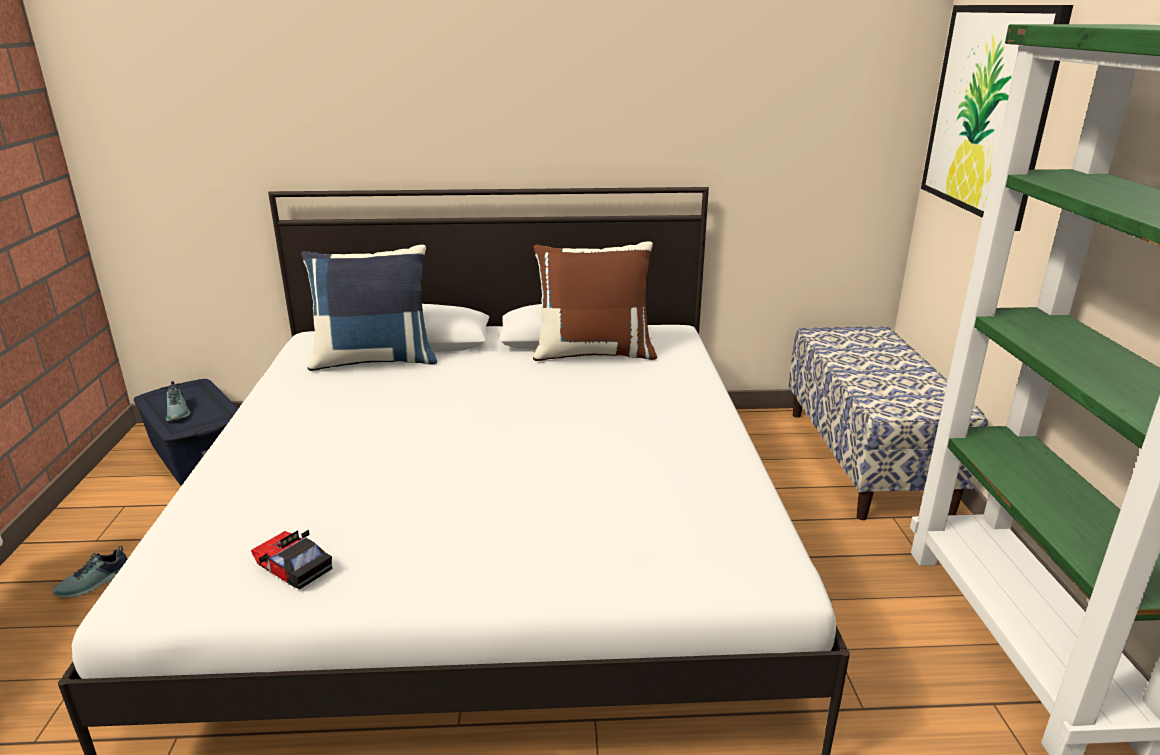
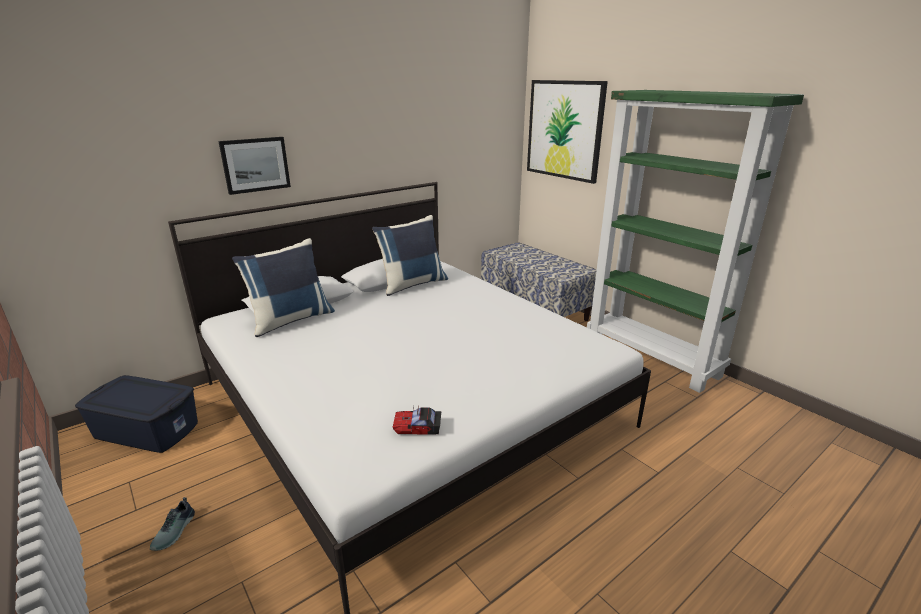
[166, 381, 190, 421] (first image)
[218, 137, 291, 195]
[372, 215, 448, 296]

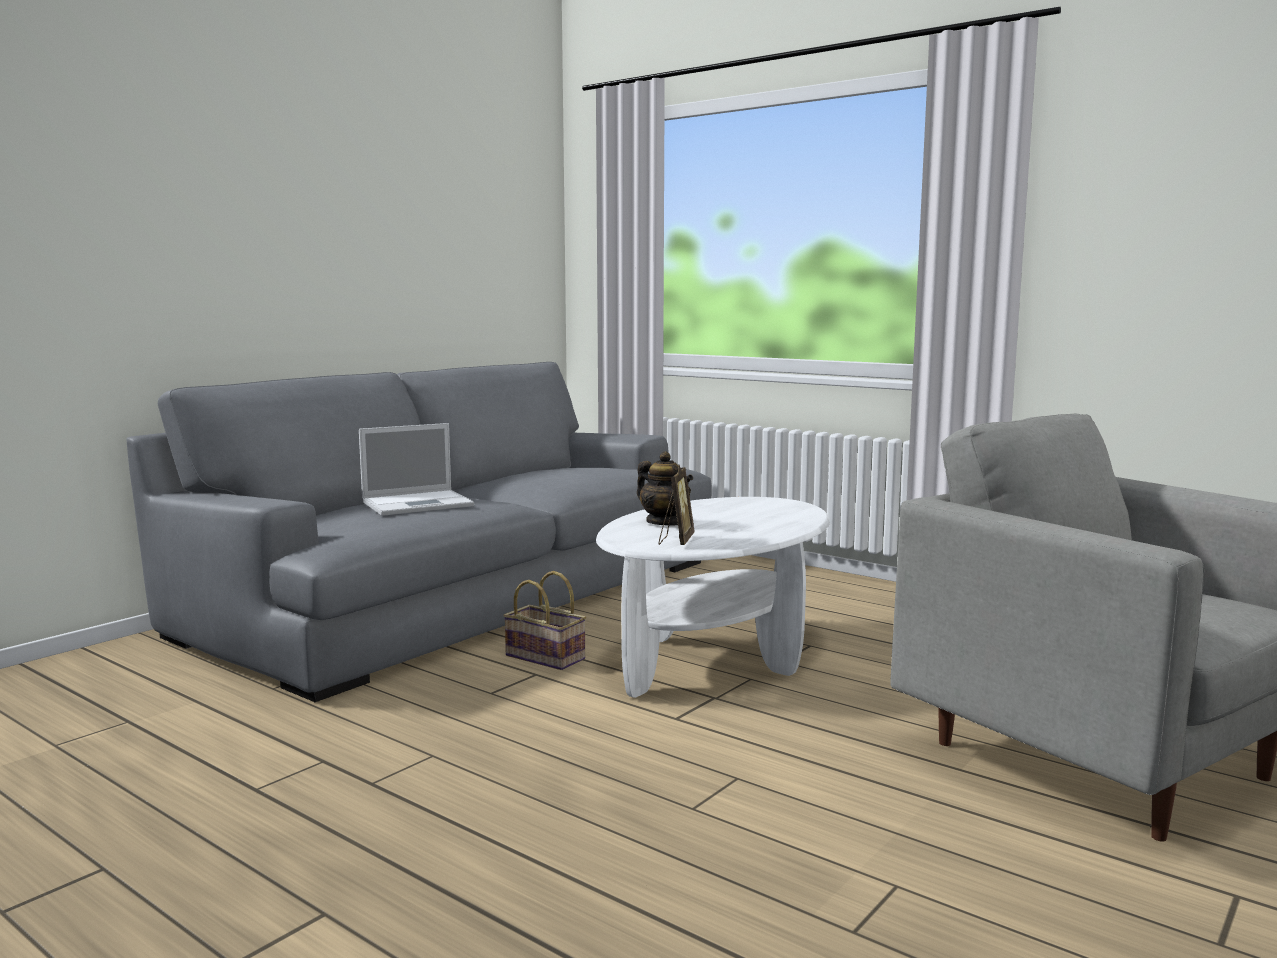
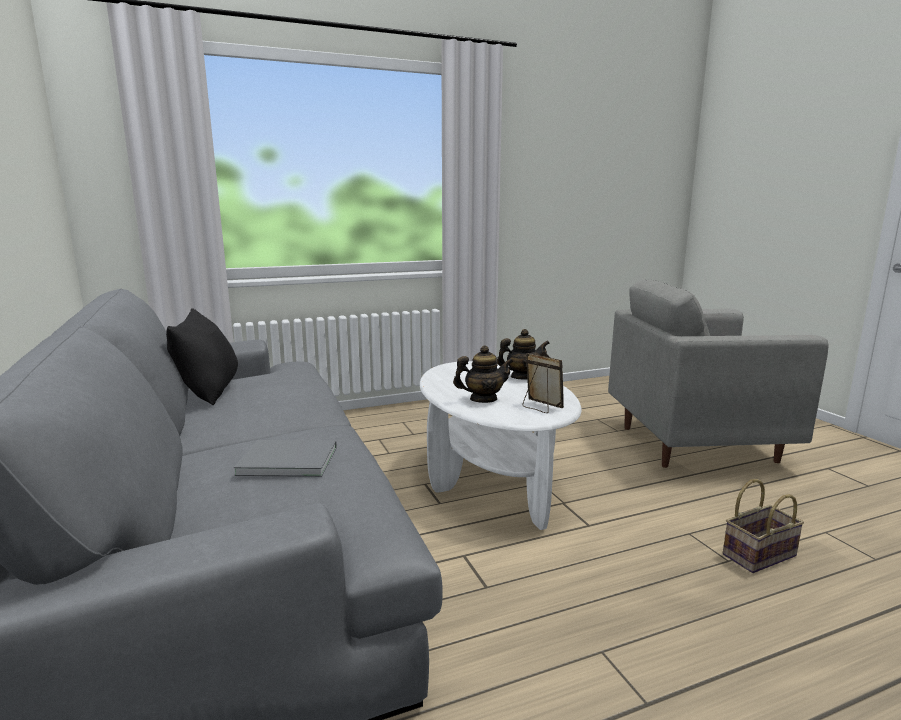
[166, 308, 238, 405]
[497, 329, 550, 380]
[723, 479, 804, 573]
[234, 440, 337, 477]

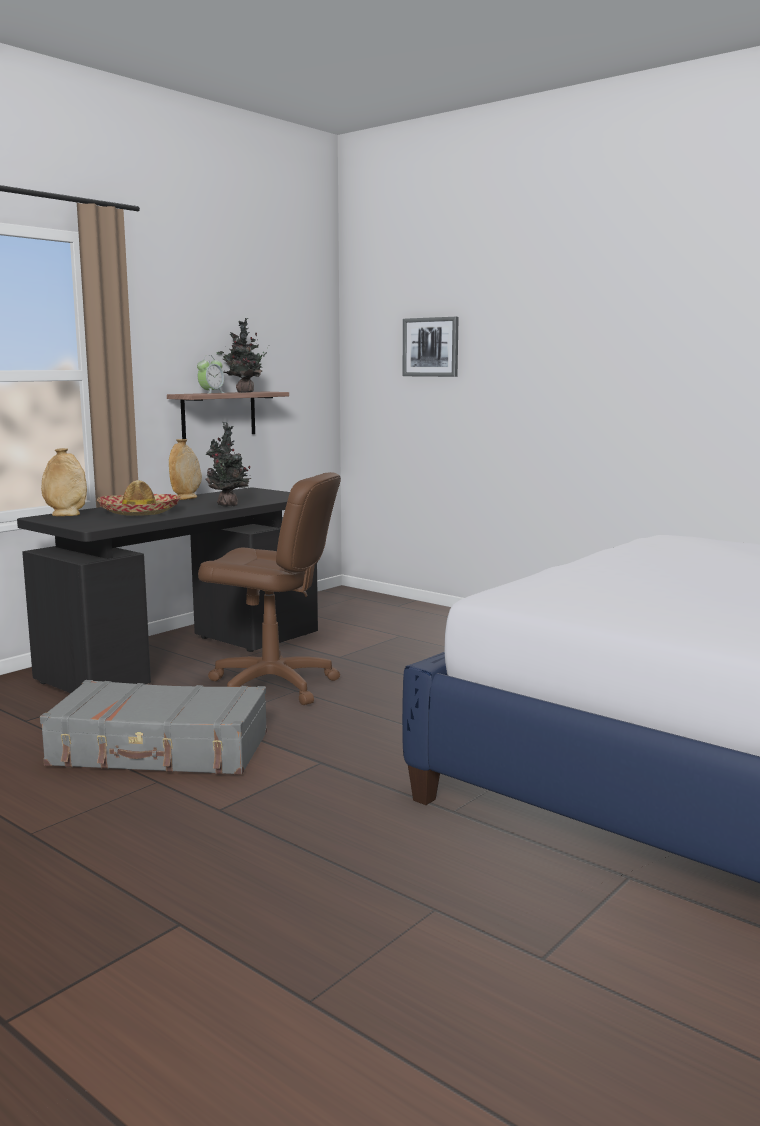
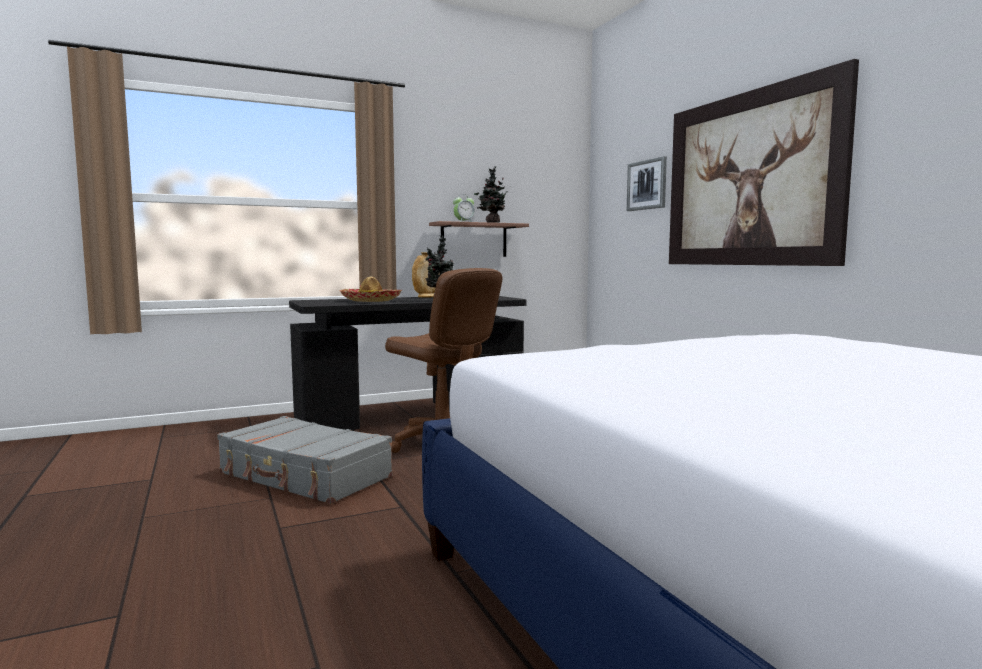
[41, 448, 87, 516] (first image)
[669, 59, 859, 266]

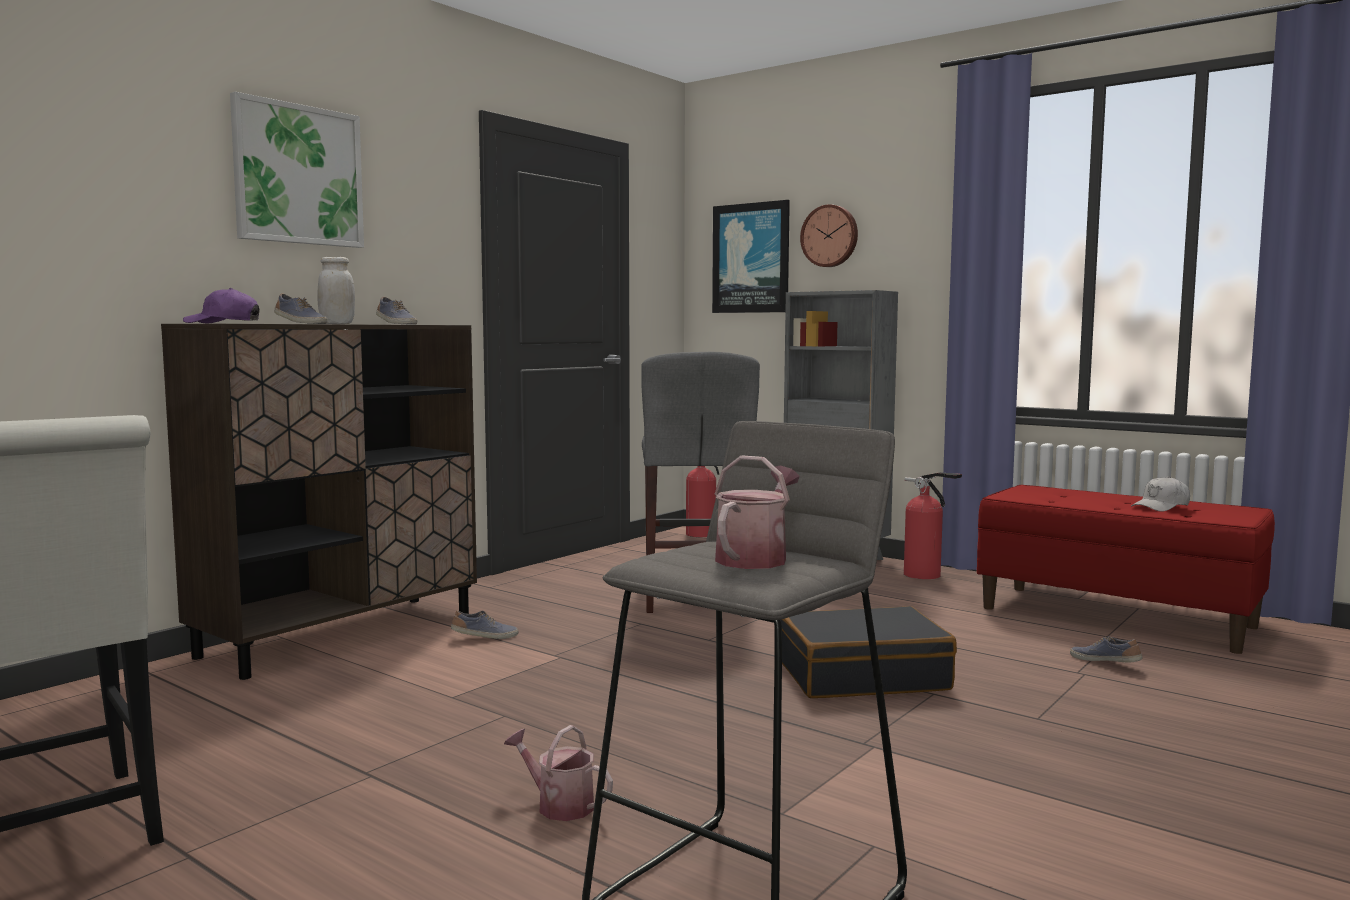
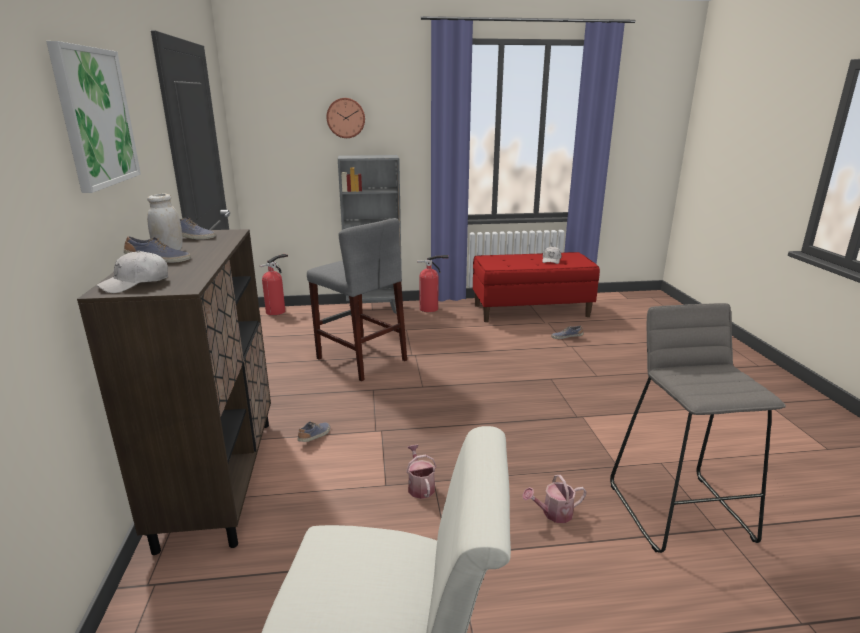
[712, 200, 790, 313] (first image)
[781, 606, 957, 698] (first image)
[406, 445, 436, 499]
[96, 250, 168, 293]

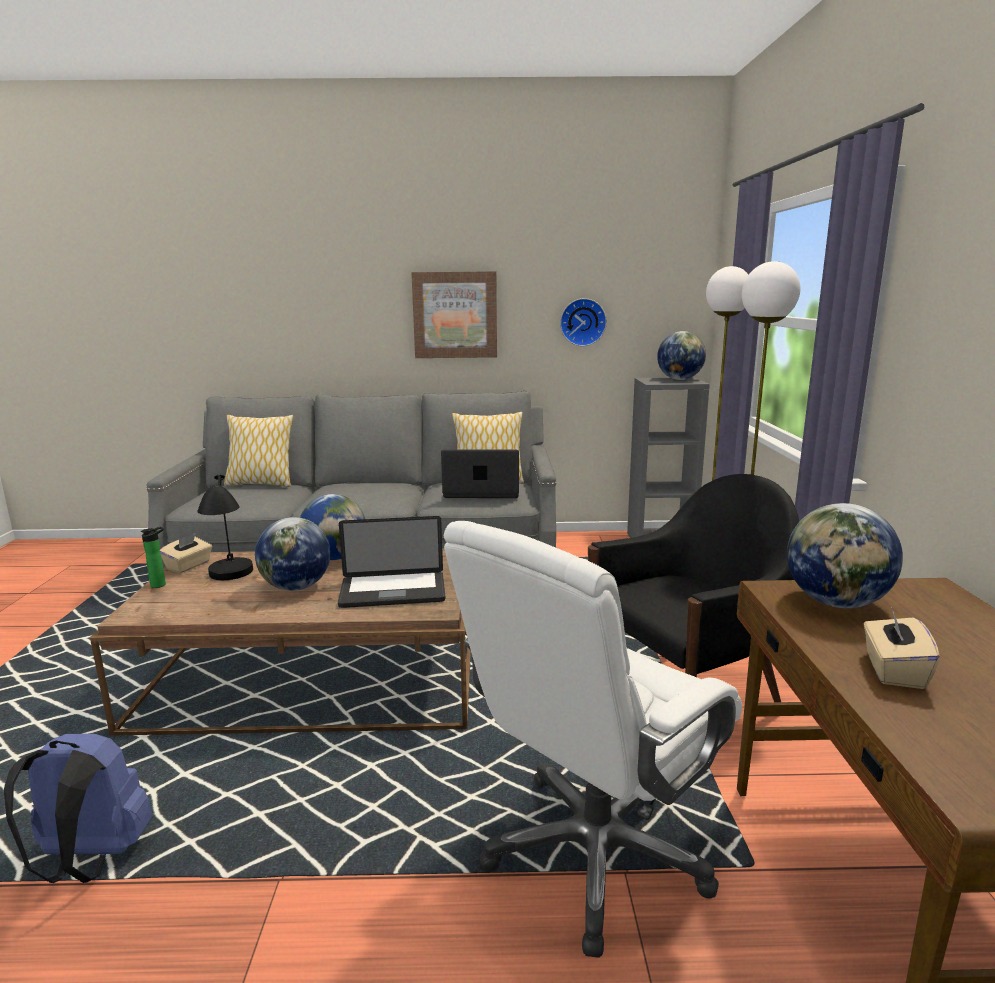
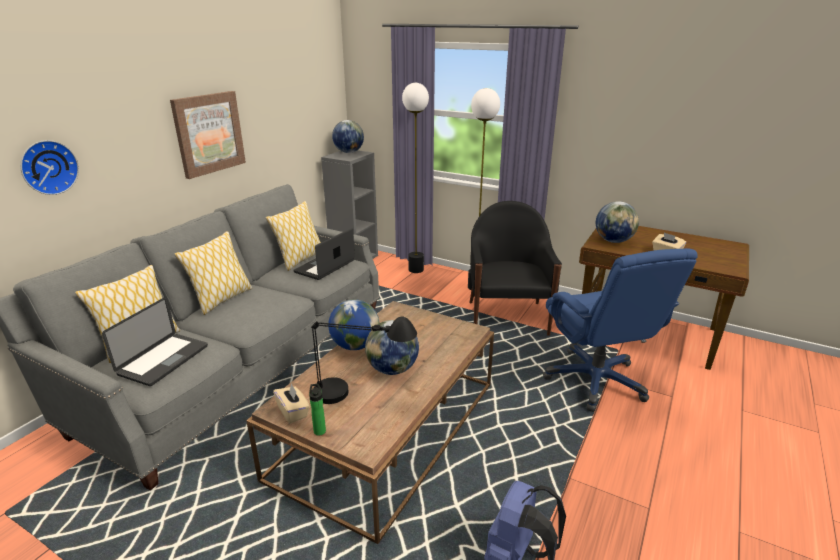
[174, 231, 252, 315]
[102, 297, 208, 386]
[20, 140, 79, 195]
[543, 248, 698, 412]

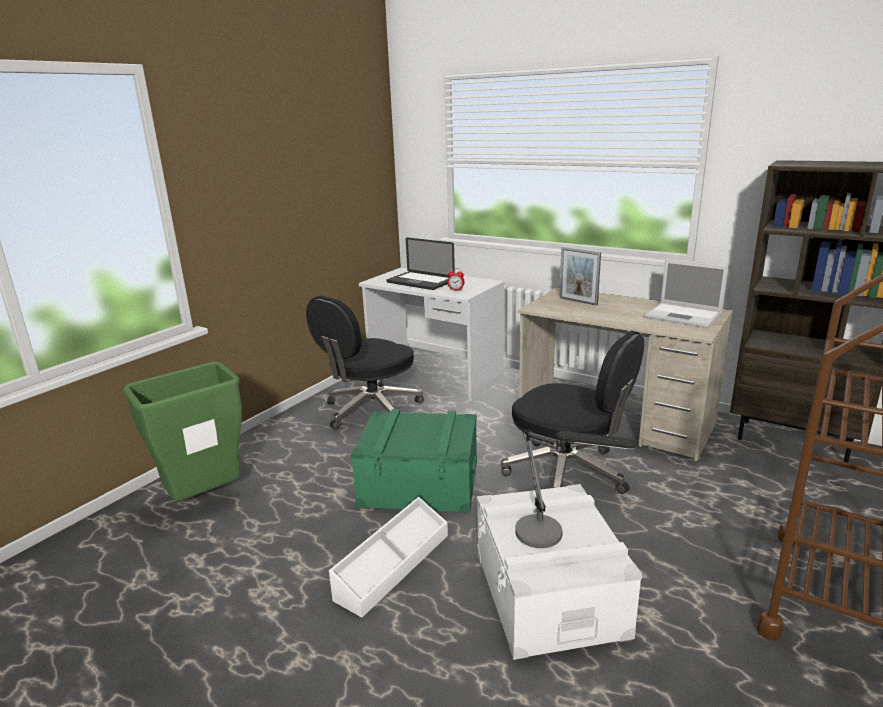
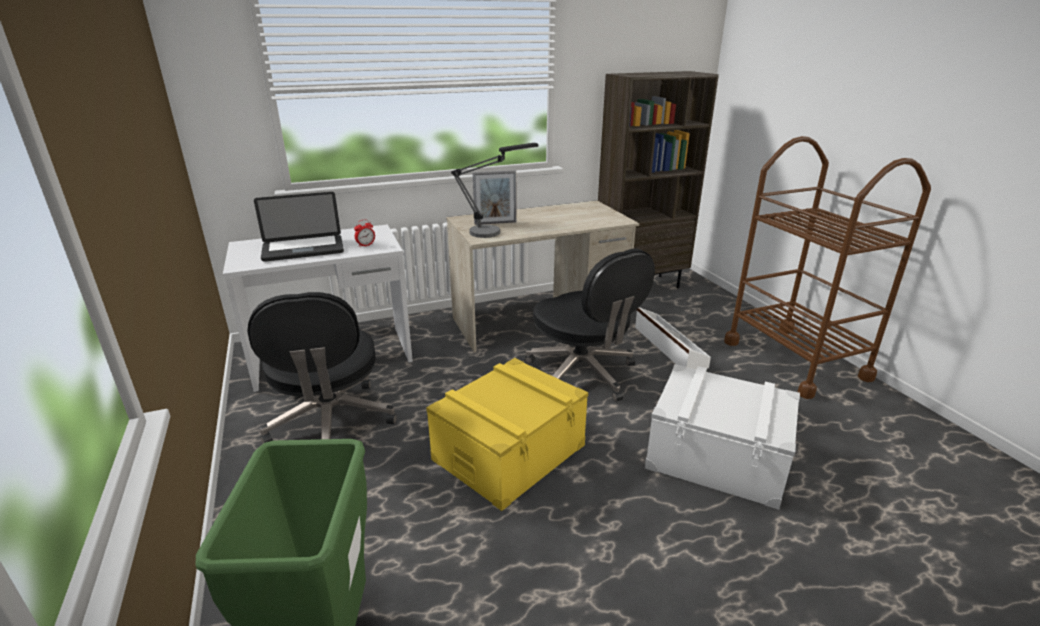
[645, 259, 728, 328] (first image)
[635, 307, 711, 370]
[451, 143, 538, 238]
[426, 358, 588, 511]
[525, 249, 655, 402]

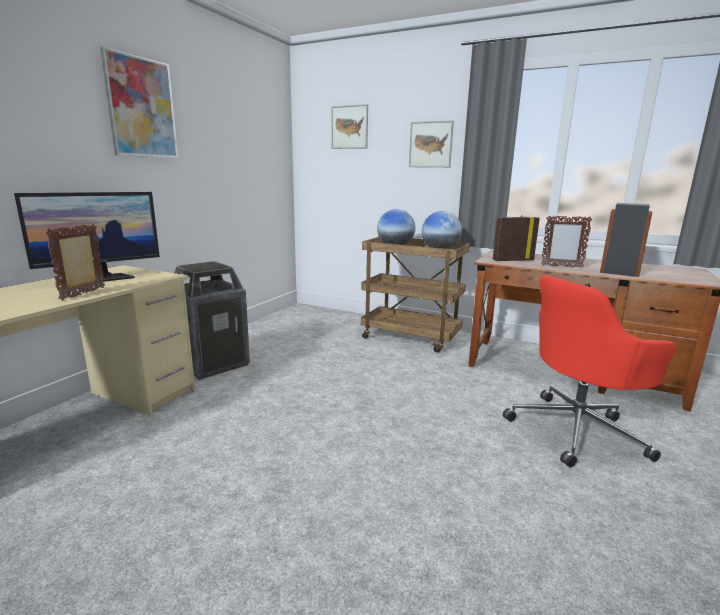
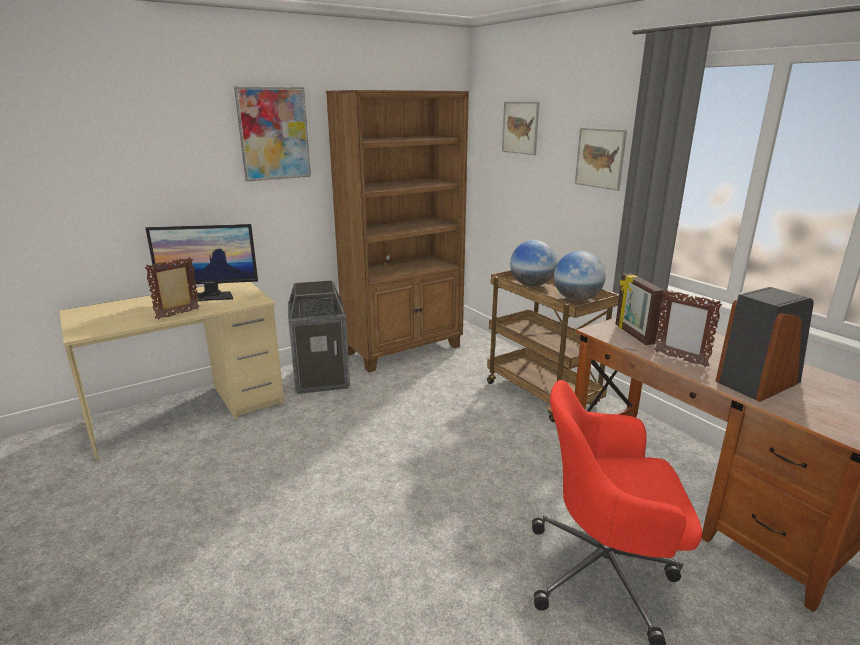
[326, 90, 469, 372]
[616, 273, 664, 345]

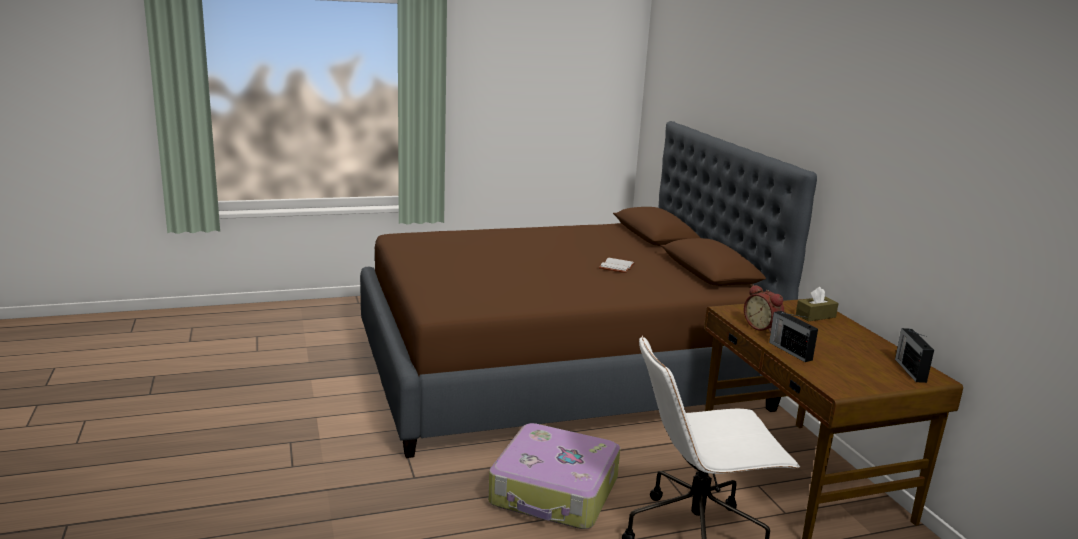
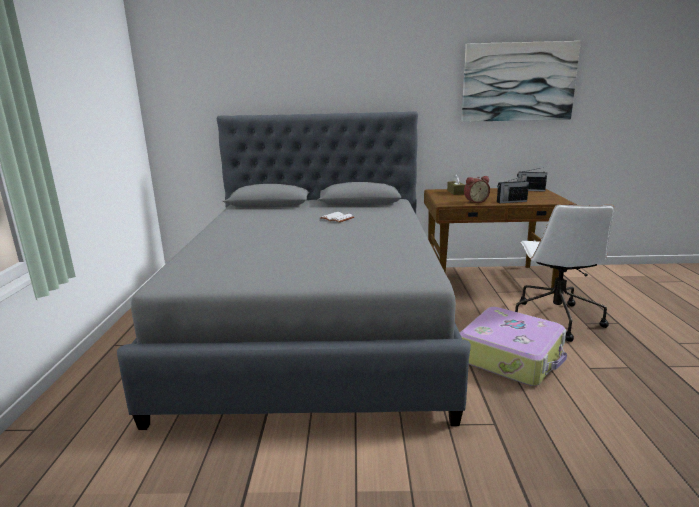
[462, 41, 581, 122]
[117, 111, 471, 430]

